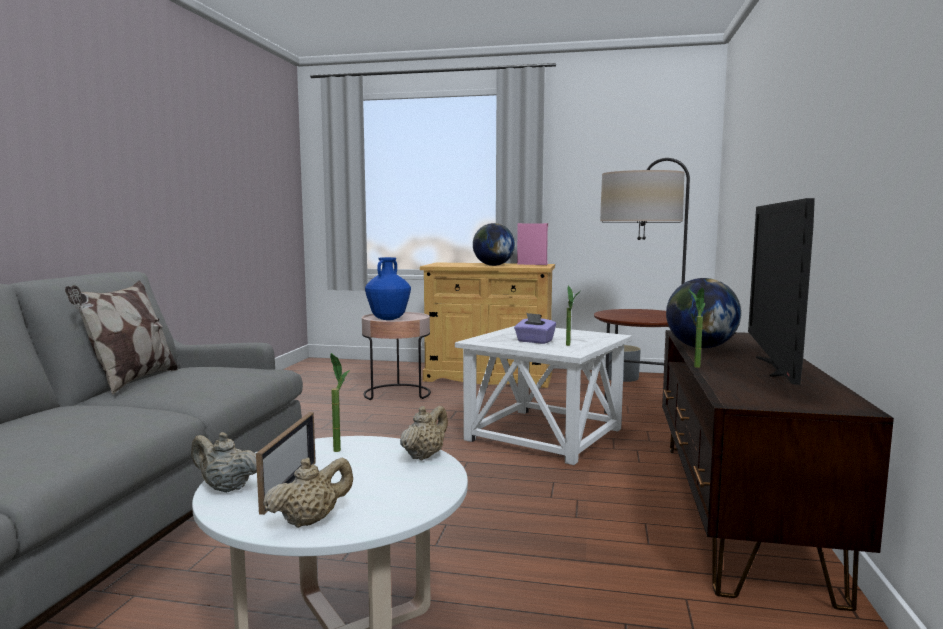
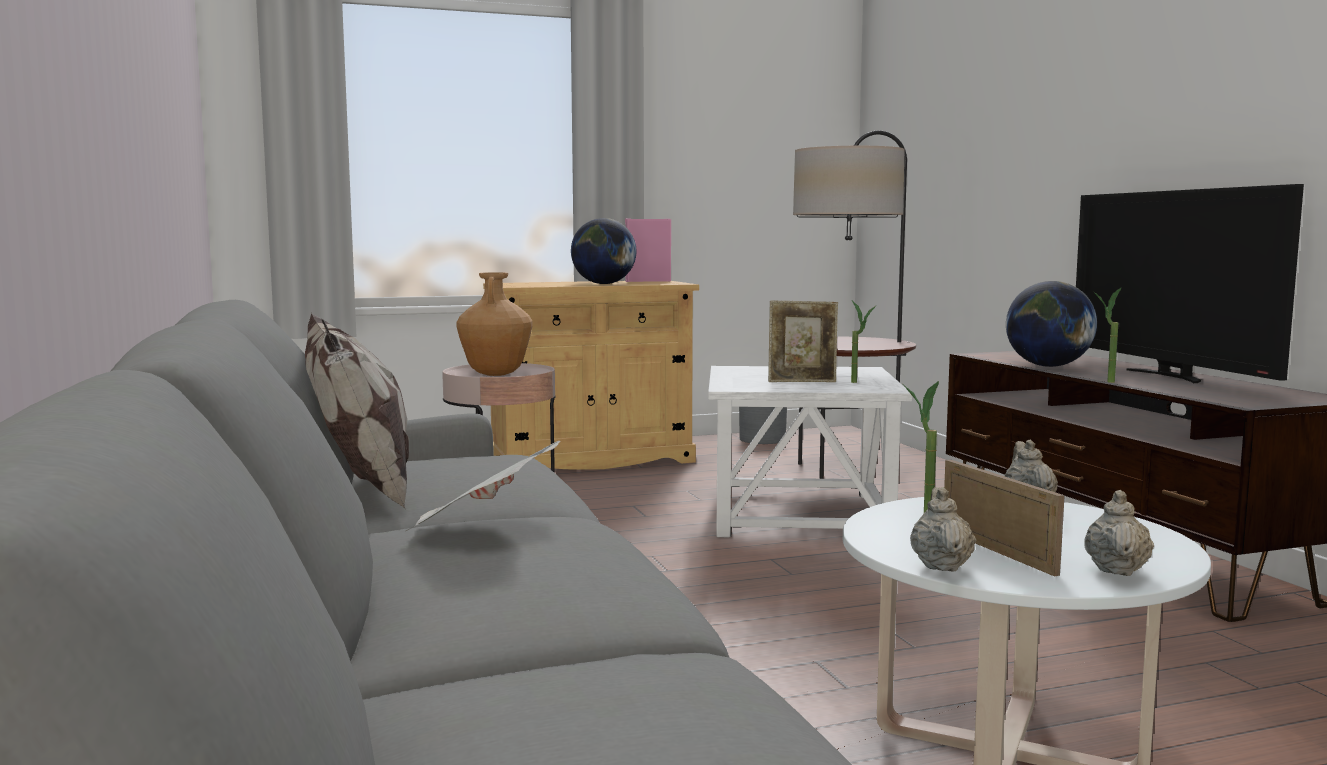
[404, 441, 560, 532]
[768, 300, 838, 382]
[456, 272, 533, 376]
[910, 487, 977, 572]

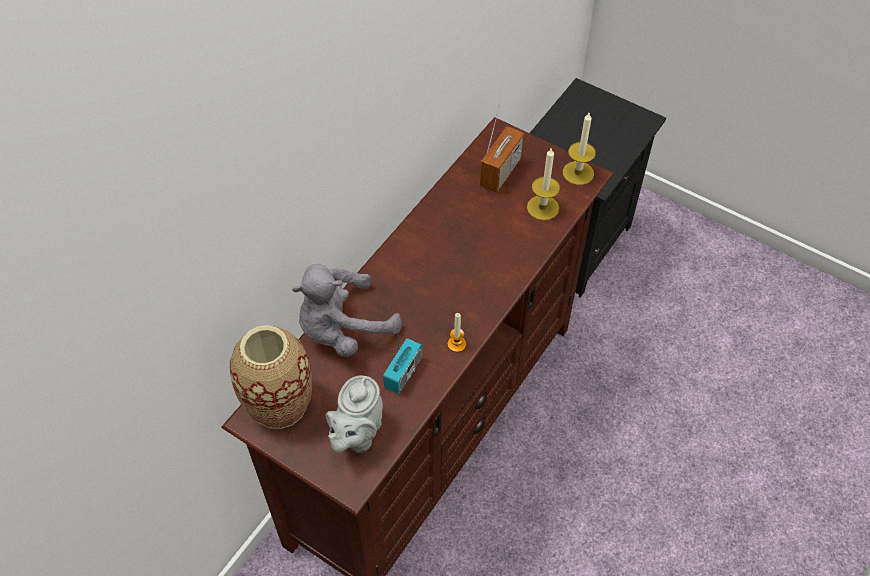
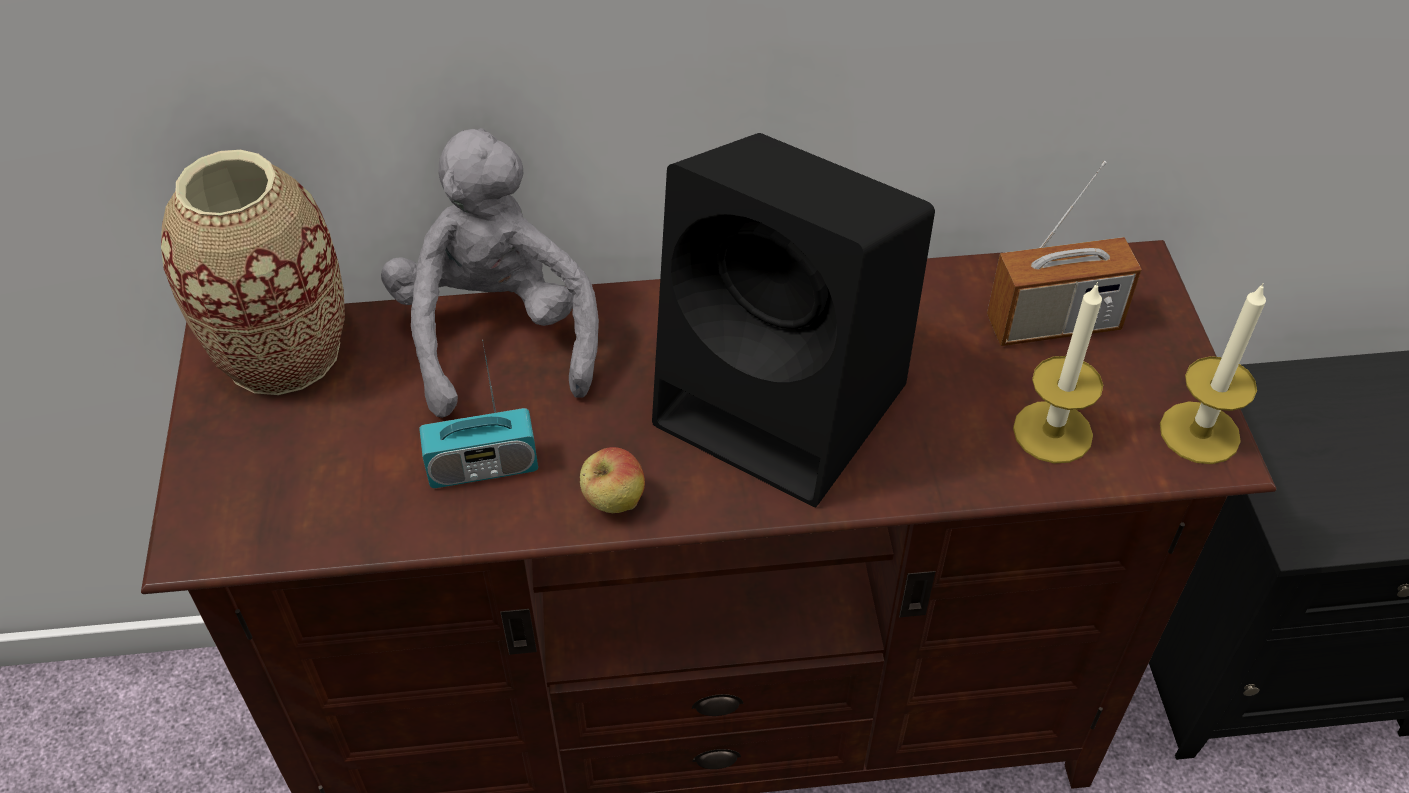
[326, 376, 383, 453] (first image)
[652, 133, 935, 507]
[580, 447, 645, 513]
[381, 128, 599, 418]

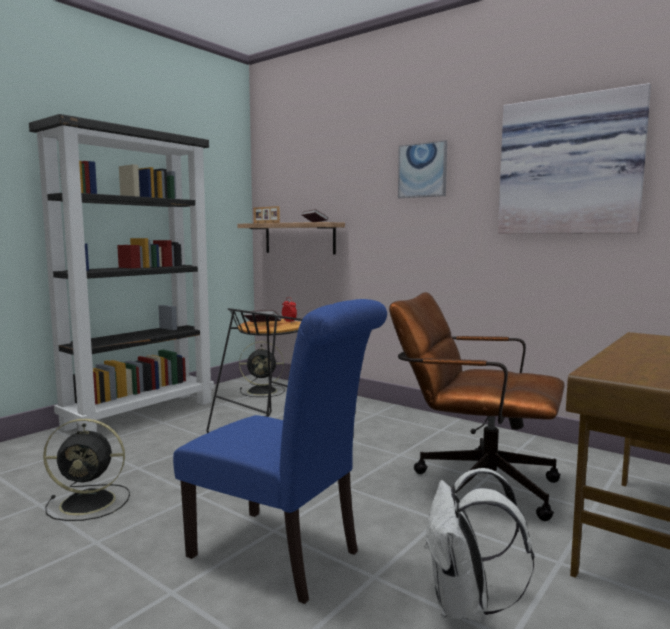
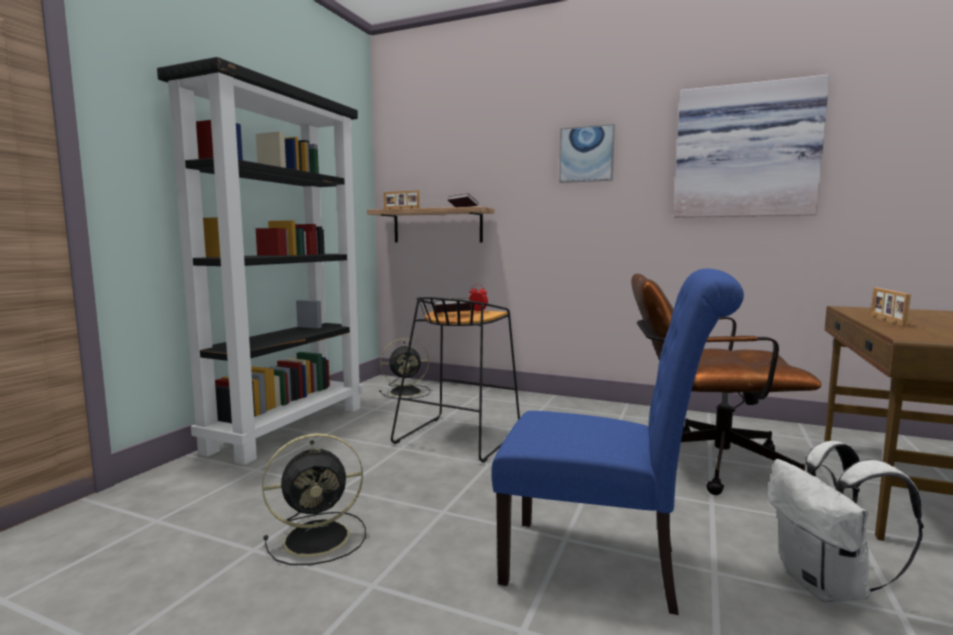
[870, 287, 911, 327]

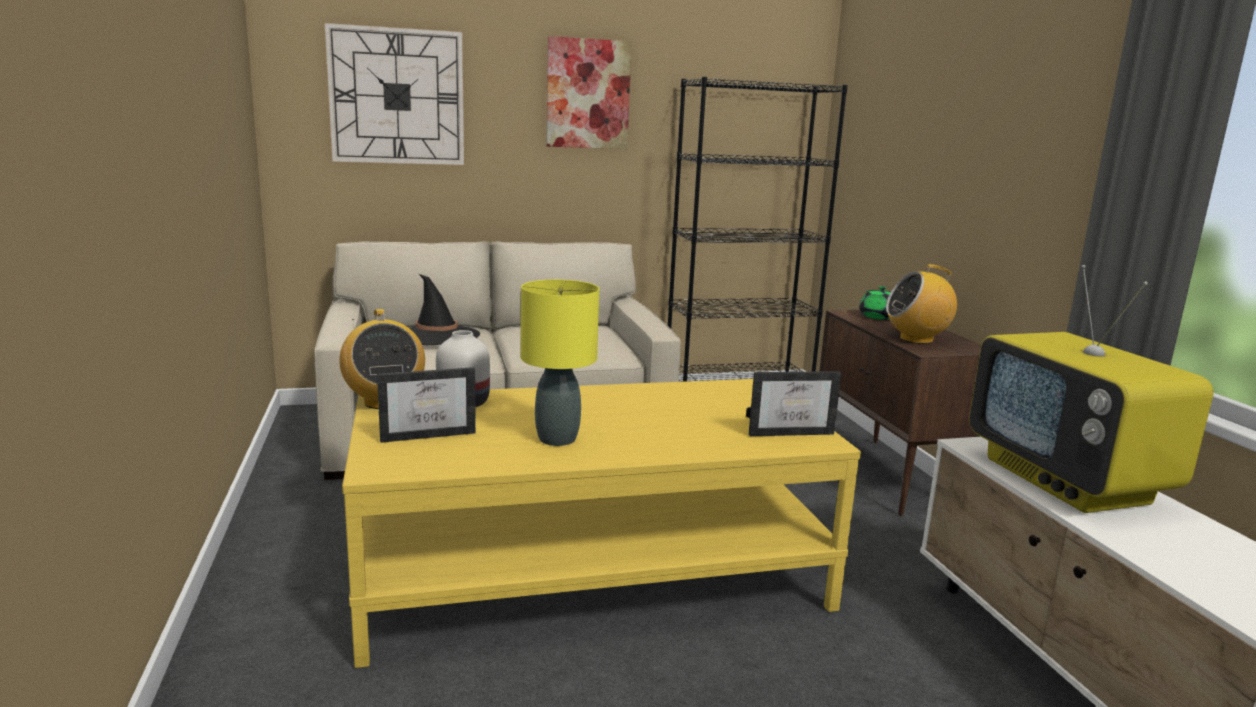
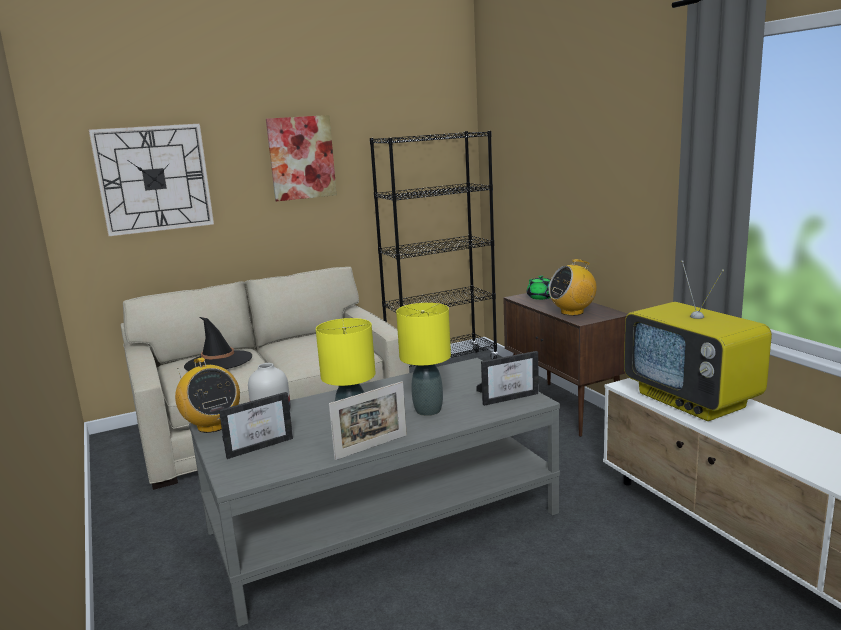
[329, 381, 407, 460]
[396, 303, 451, 416]
[189, 358, 560, 627]

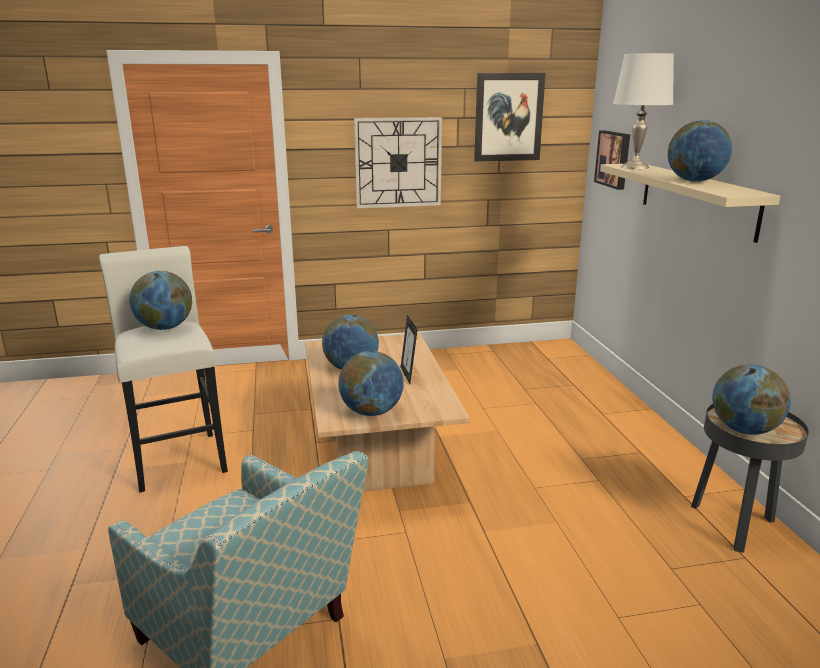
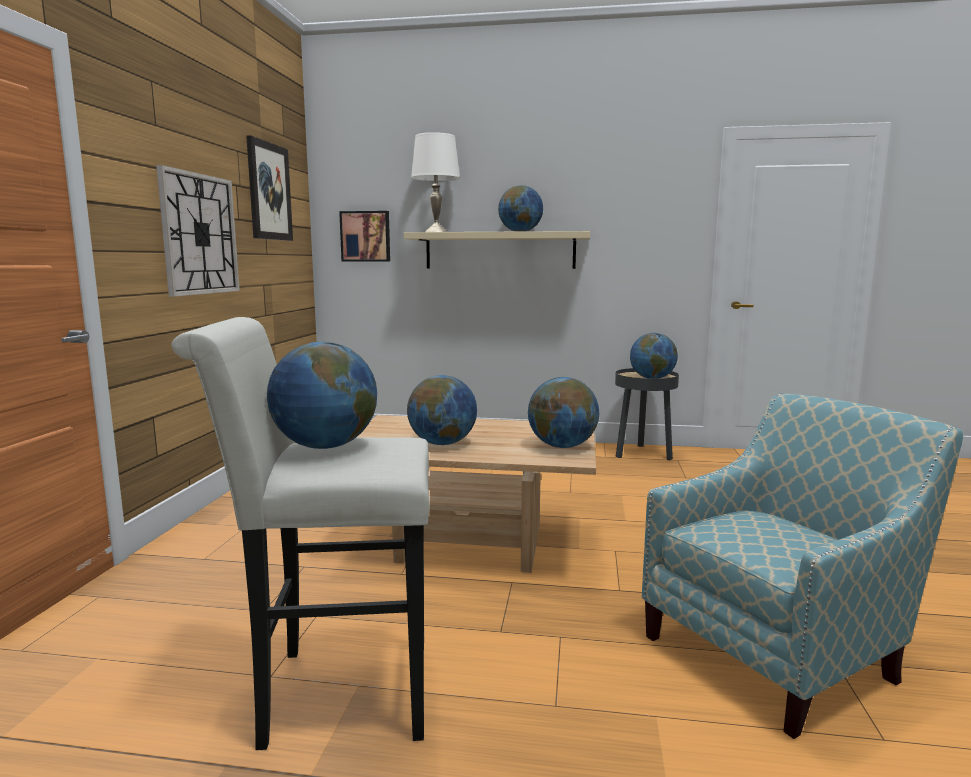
[401, 315, 418, 384] (first image)

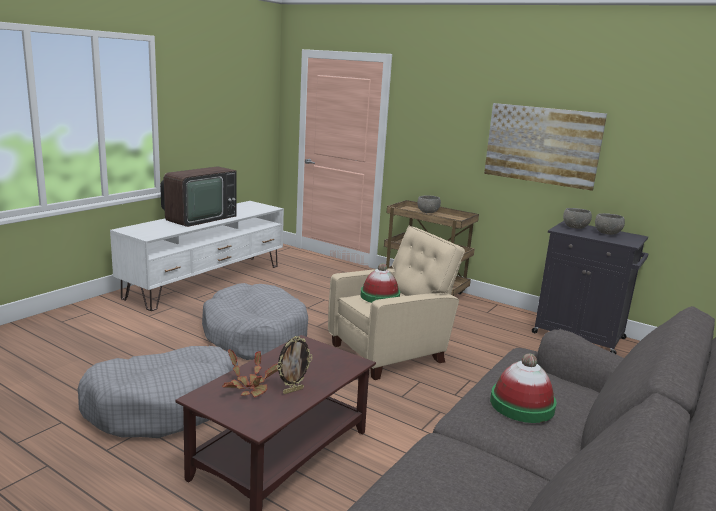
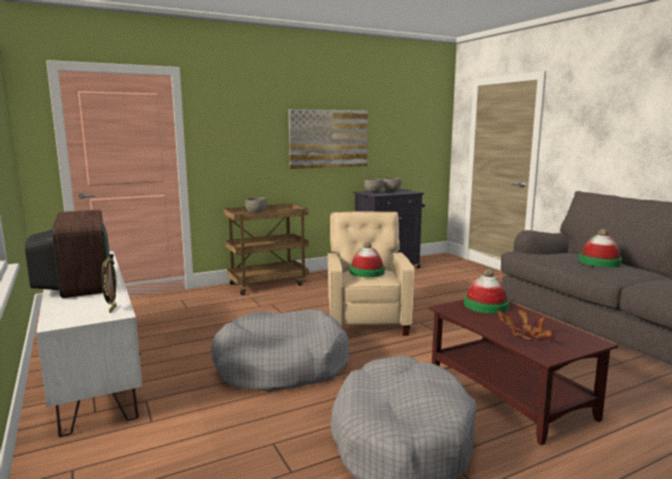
[464, 269, 509, 314]
[101, 257, 117, 313]

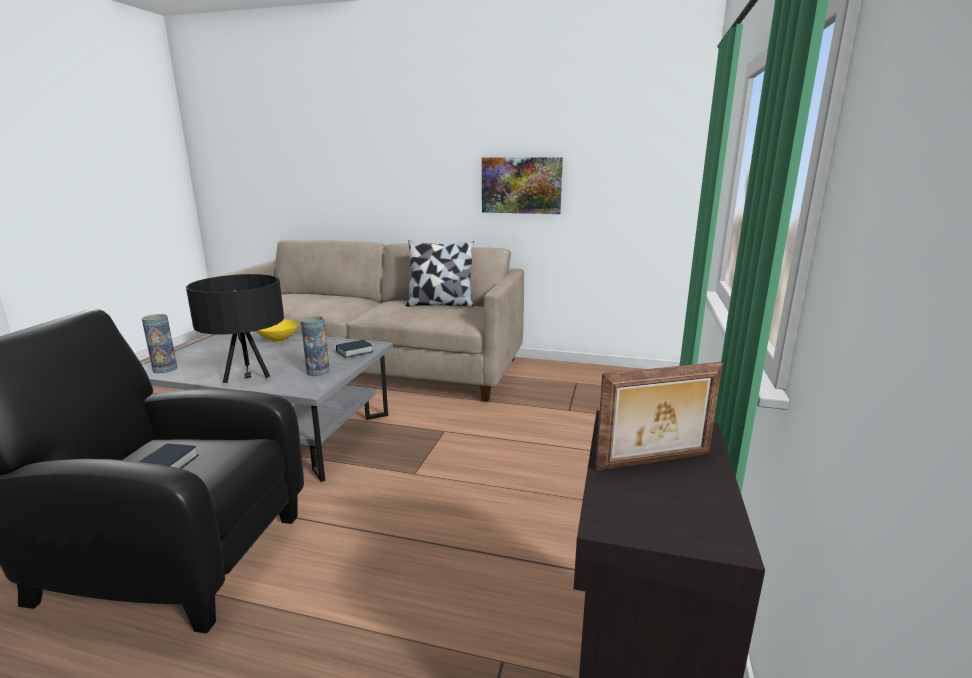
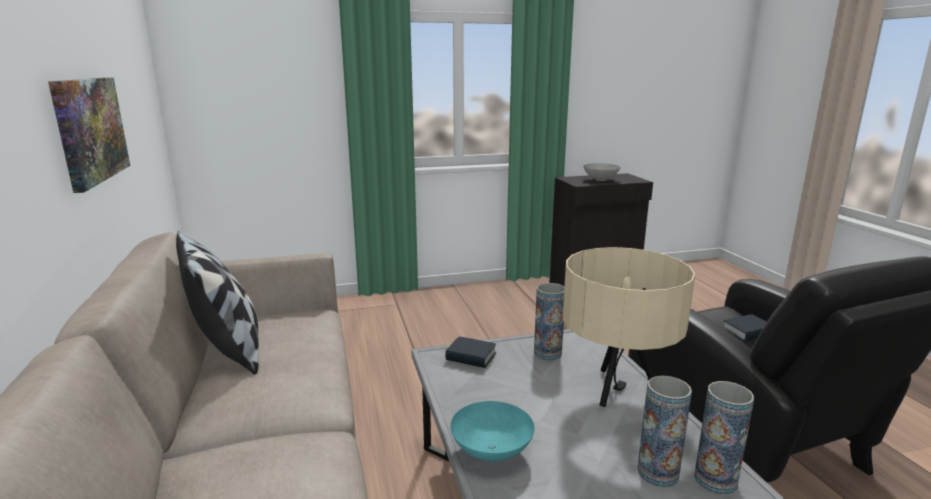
[637, 376, 692, 487]
[583, 163, 621, 181]
[563, 247, 695, 407]
[450, 401, 535, 462]

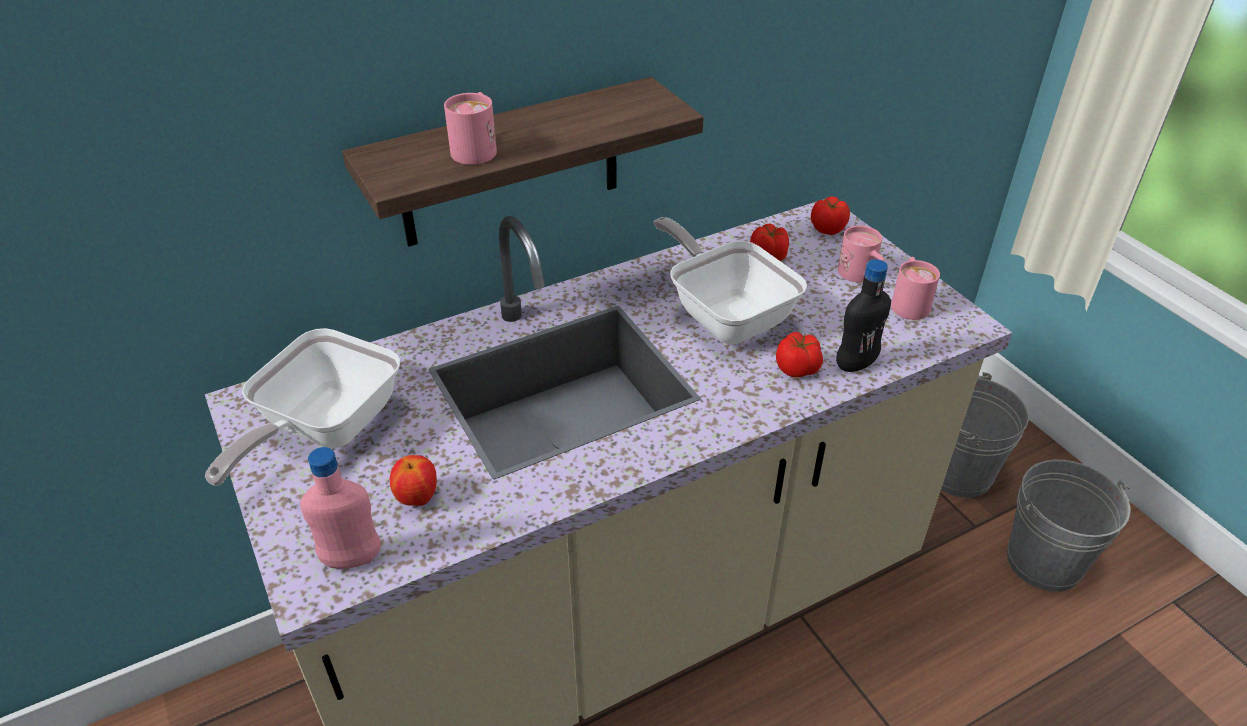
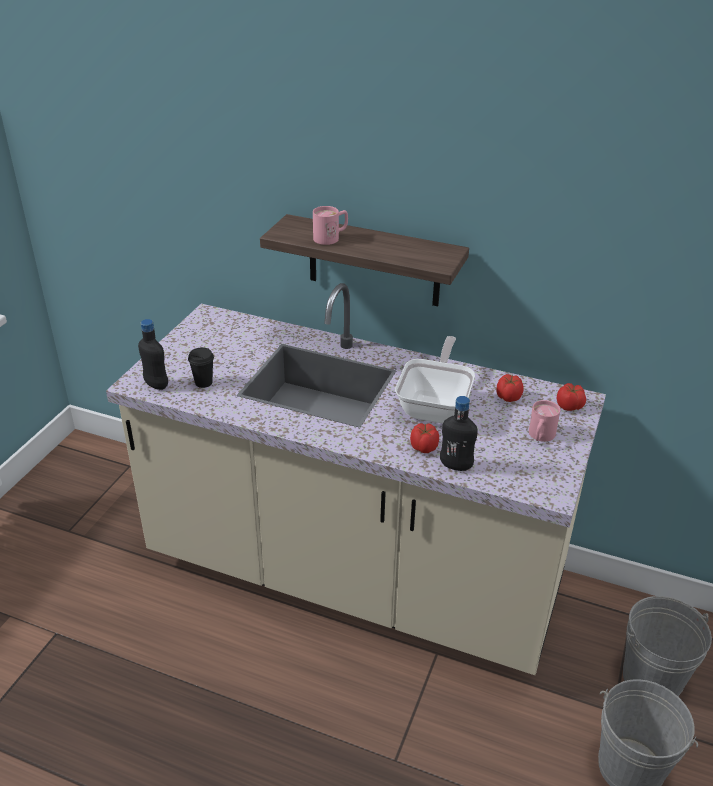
[205, 328, 400, 486] (first image)
[891, 257, 940, 320] (first image)
[188, 347, 214, 388]
[138, 319, 168, 390]

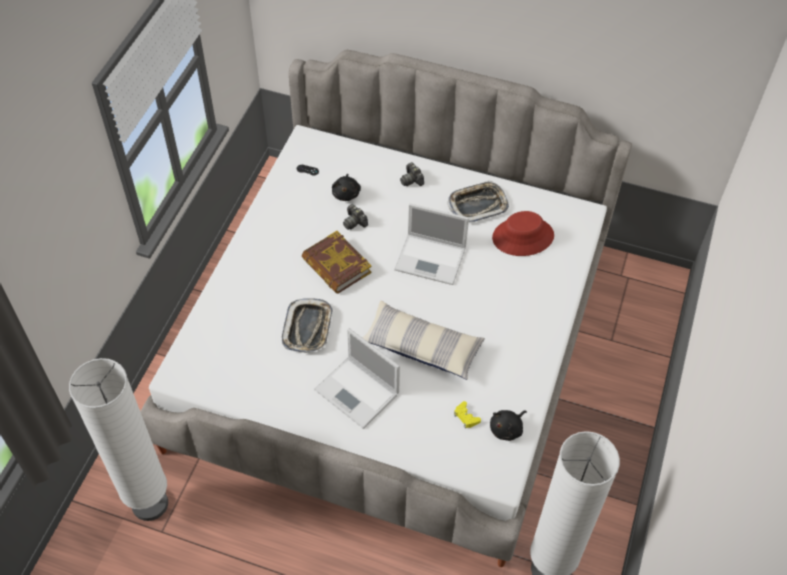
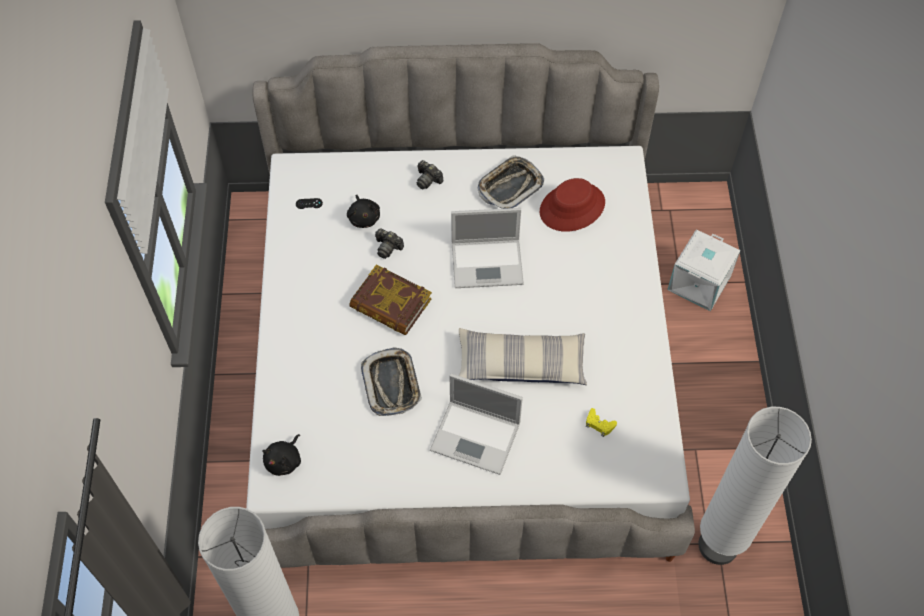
[667, 229, 741, 311]
[262, 434, 301, 476]

